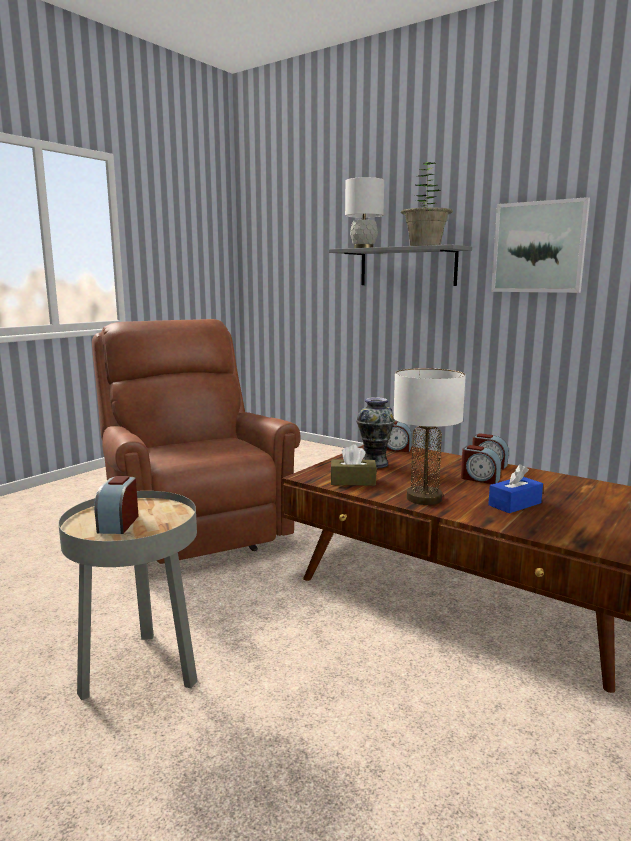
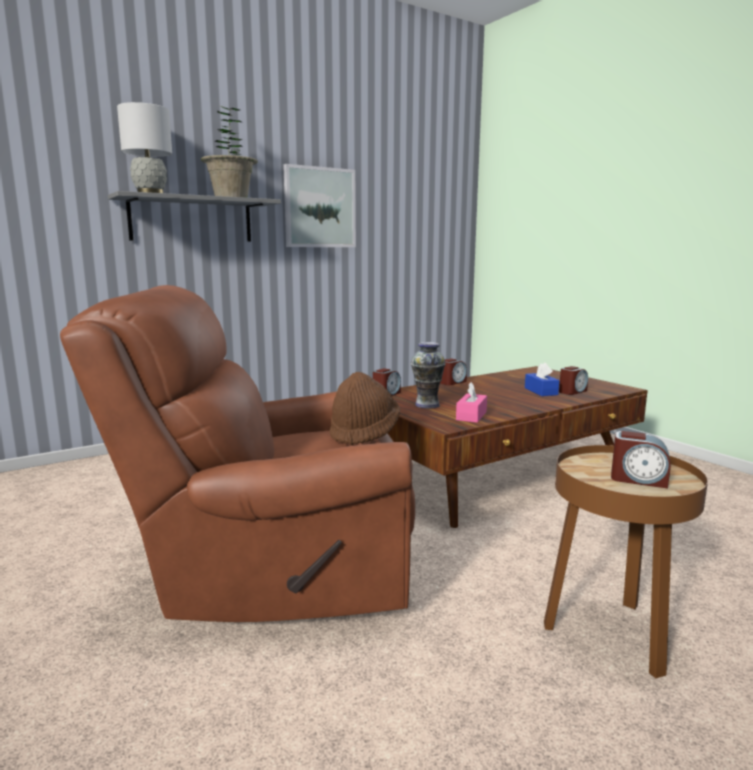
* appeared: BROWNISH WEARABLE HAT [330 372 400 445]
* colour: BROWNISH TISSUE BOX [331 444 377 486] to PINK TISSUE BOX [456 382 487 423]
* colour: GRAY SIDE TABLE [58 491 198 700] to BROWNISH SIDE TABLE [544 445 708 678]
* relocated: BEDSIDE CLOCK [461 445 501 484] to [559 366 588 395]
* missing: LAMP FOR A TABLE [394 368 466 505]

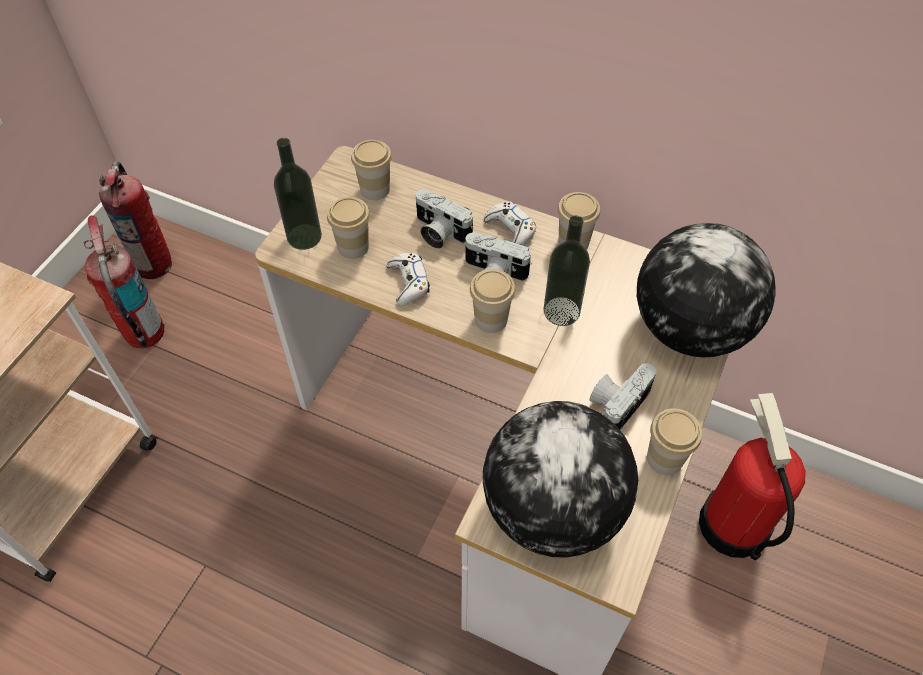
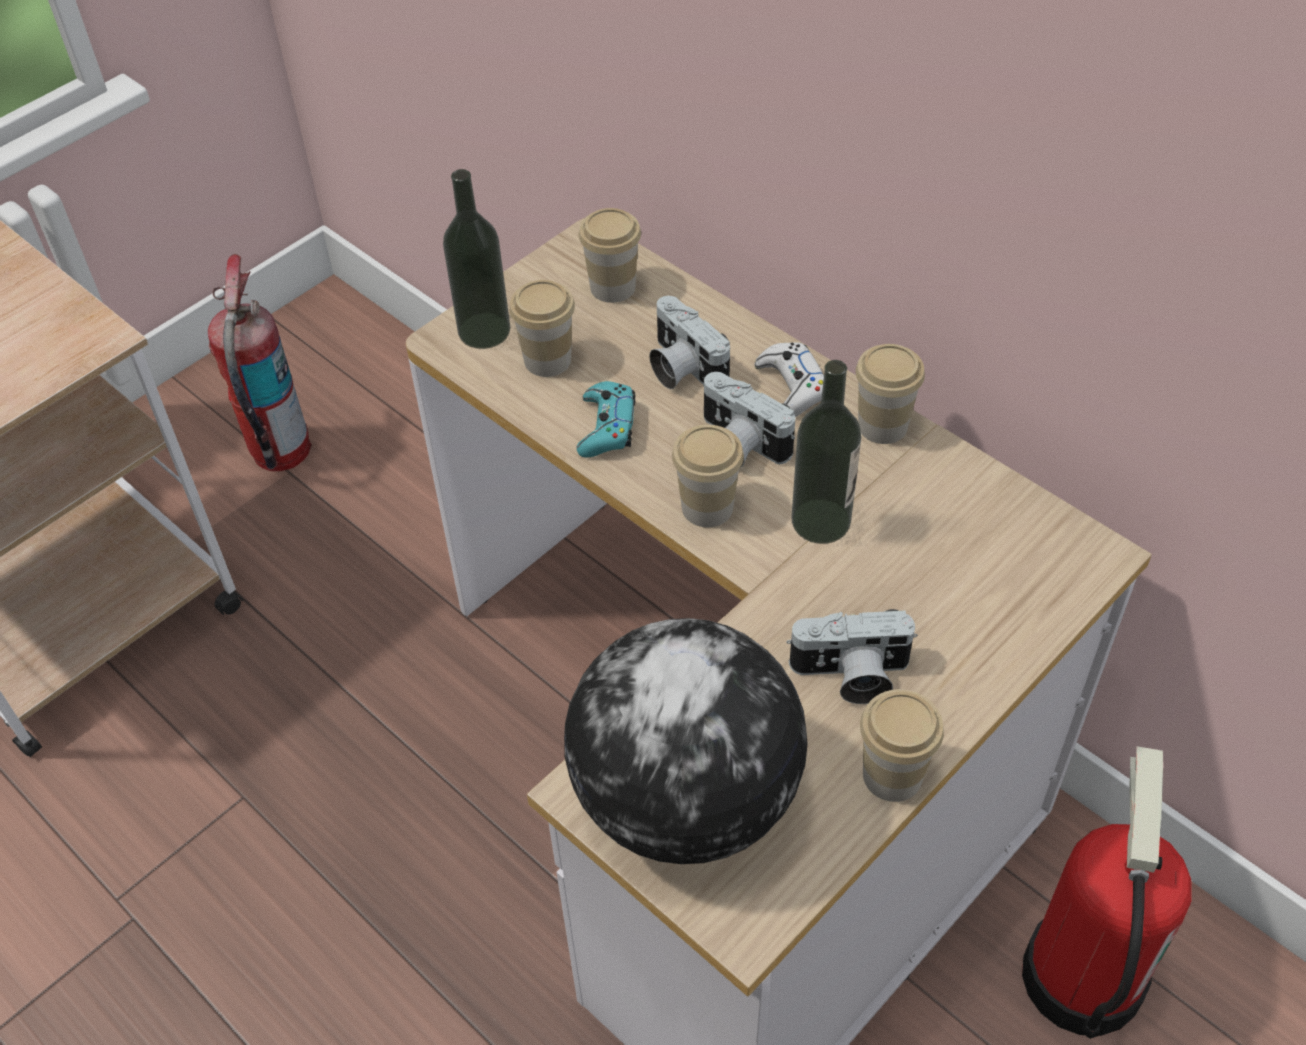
* colour: WHITE-COLOURED GAMEPAD [387 253 430 306] to TURQUOISE GAMEPAD [577 381 635 457]
* spun: STILL CAMERA [589 363 656 430] = [786 609 918 704] 150 degrees counterclockwise
* missing: EXTINGUISHER [99 161 172 279]
* missing: DESK GLOBE [637 223 776 358]

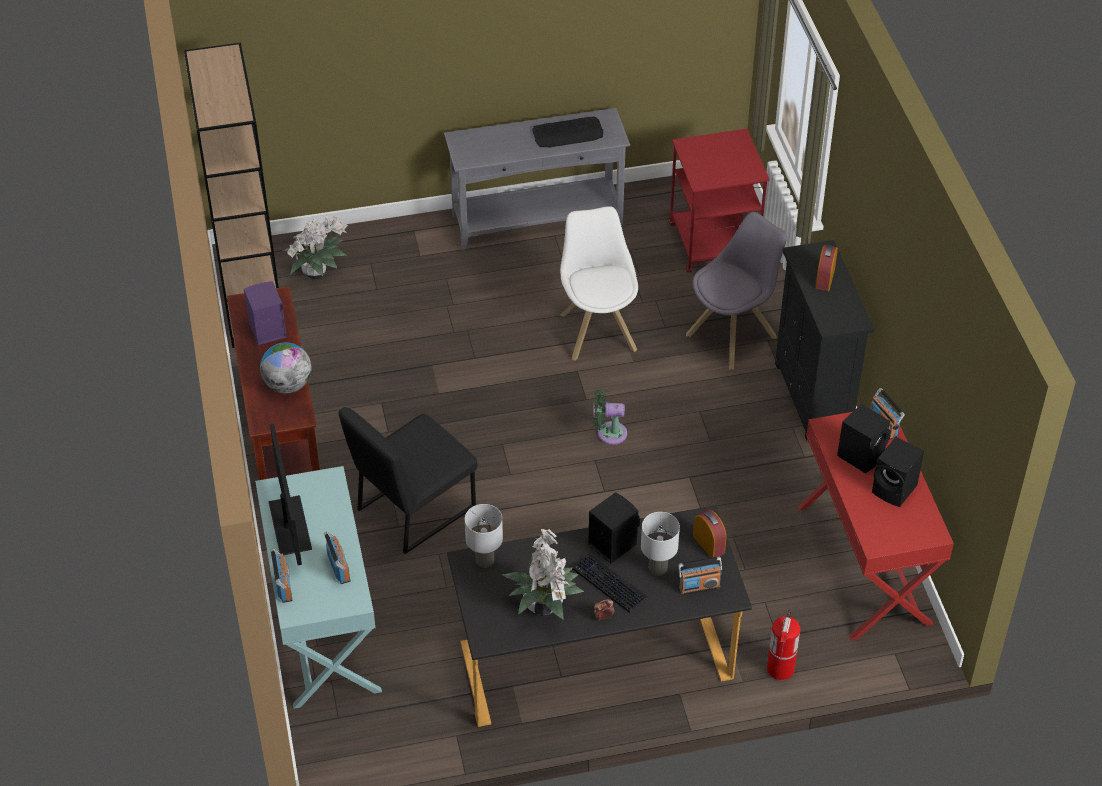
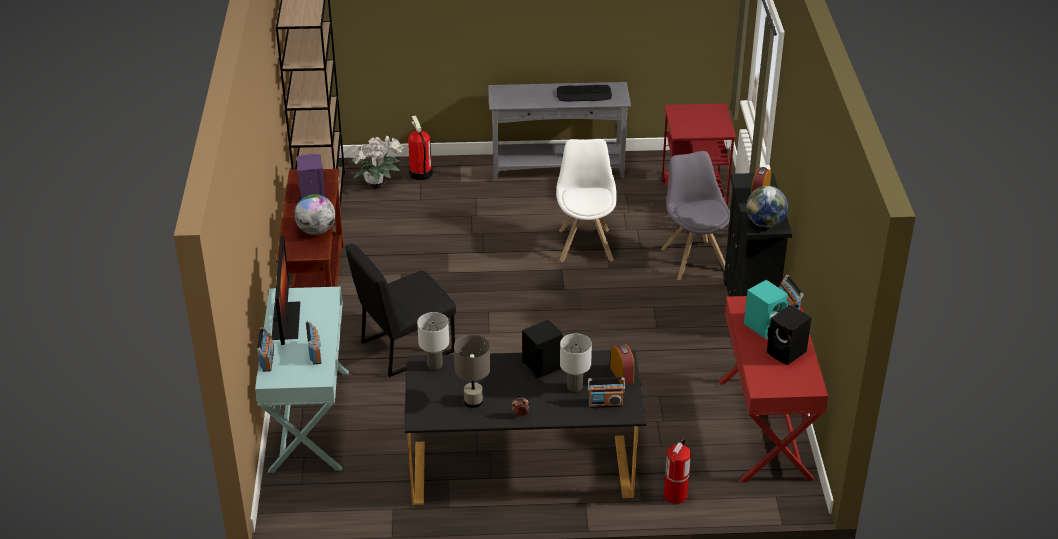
* appeared: EXTINGUISHER [408 115 433 180]
* exchanged: PLANT IN A POT [502 529 584 620] to GRAY LAMP FOR A TABLE [454 335 490 408]
* spun: GRAY PLAIN CHAIR [686 212 787 370] = [661 151 730 281] 75 degrees counterclockwise
* colour: BLACKISH LOUDSPEAKER [837 404 891 474] to TURQUOISE LOUDSPEAKER [744 280 788 339]
* appeared: DESK GLOBE [746 186 788 228]
* missing: PC KEYBOARD [572 553 648 613]
* missing: GREEN FAN [593 389 627 445]

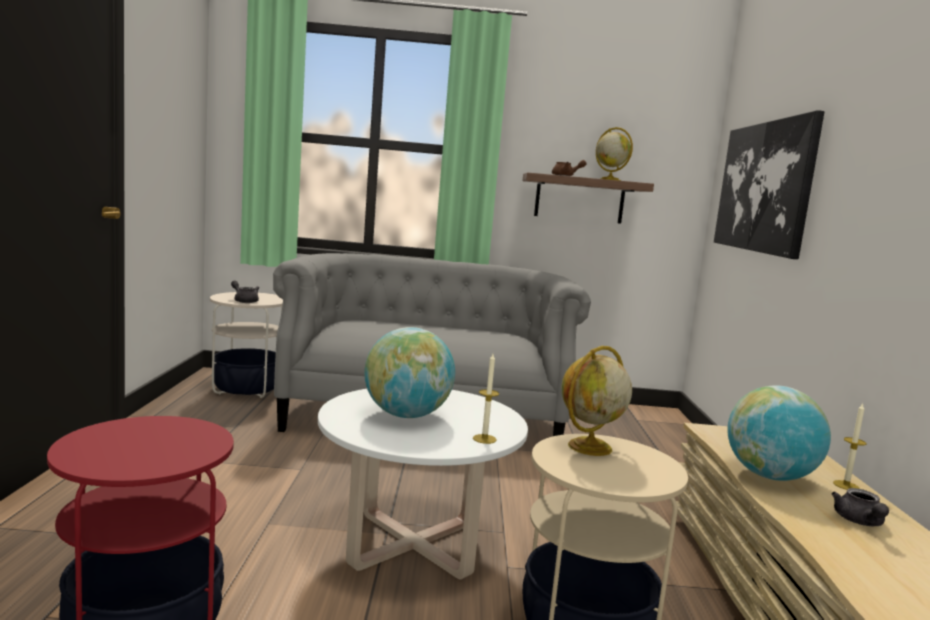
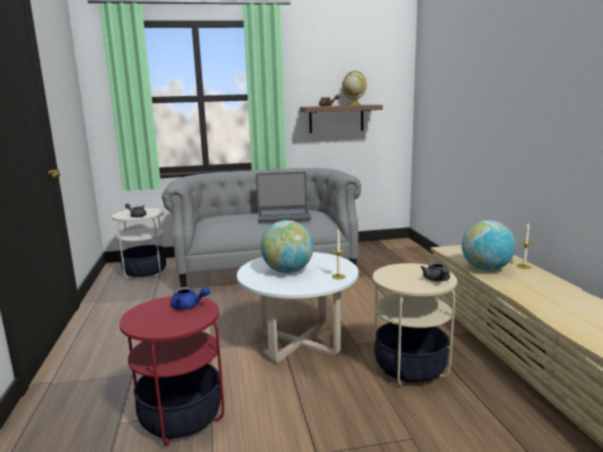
* appeared: BLUE POT FOR TEA [171 287 210 310]
* appeared: NOTEBOOK COMPUTER [256 172 311 223]
* relocated: GRAY POT FOR TEA [832 488 889 526] to [421 262 450 282]
* missing: DESK GLOBE [562 346 632 456]
* missing: WALL PICTURE [714 110 824 259]

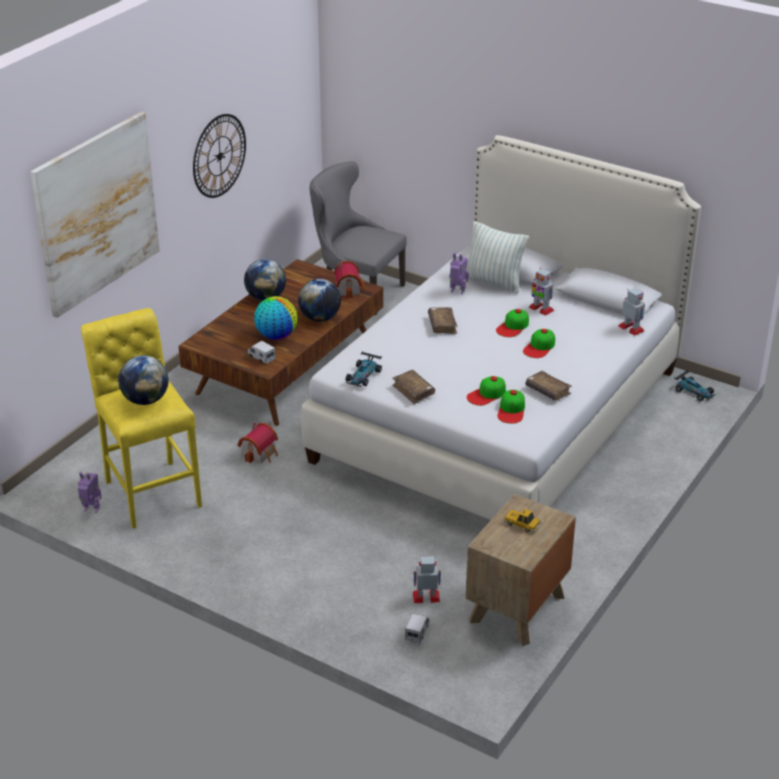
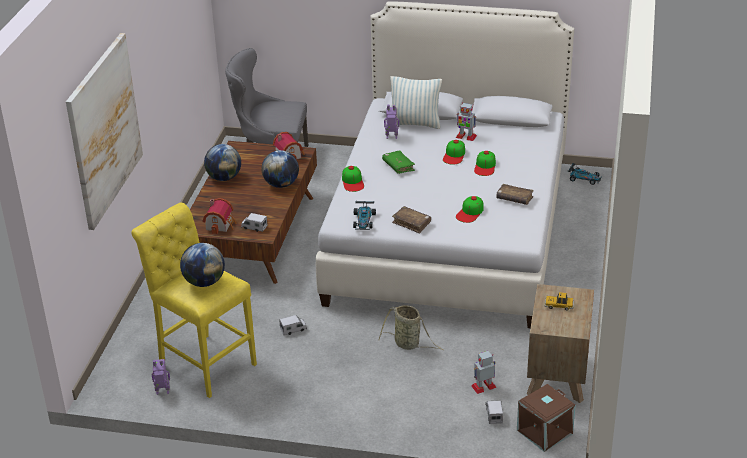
* relocated: TOY HOUSE [238 422 278 463] to [203 198 237 234]
* appeared: MODEL TRUCK [279 315 307 335]
* relocated: BASEBALL CAP [497 390 525 424] to [342 166 364 192]
* appeared: BASKET [379 305 444 350]
* colour: BROWNISH BOUND BOOK [428 307 458 334] to GREEN BOUND BOOK [382 150 415 174]
* appeared: BROWNISH STORAGE BOX [517 384 576 452]
* missing: WALL CLOCK [193 114 246 198]
* missing: DESK GLOBE [254 296 298 340]
* missing: ROBOT FIGURE [619 288 645 336]

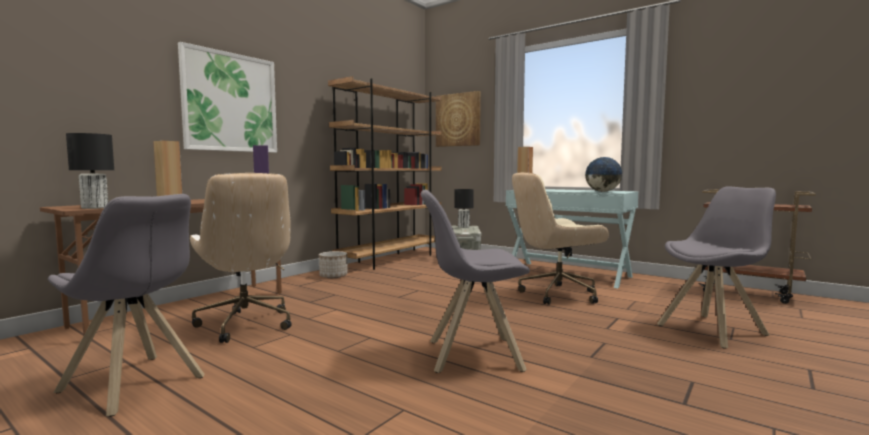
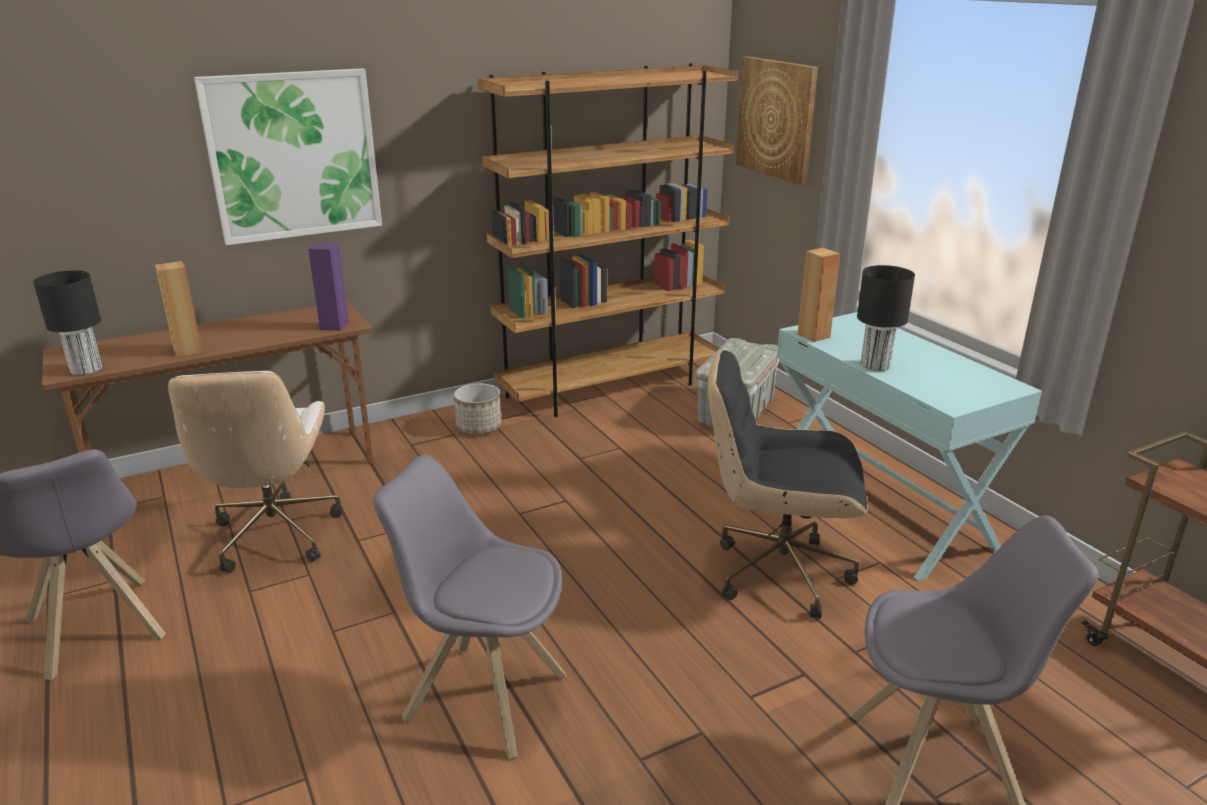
* colour: BEIGE COMPUTER CHAIR [512 172 609 305] to BLACKISH COMPUTER CHAIR [708 349 868 618]
* relocated: BLACKISH LAMP FOR A TABLE [454 189 474 228] to [857 265 915 371]
* missing: DESK GLOBE [585 157 622 192]

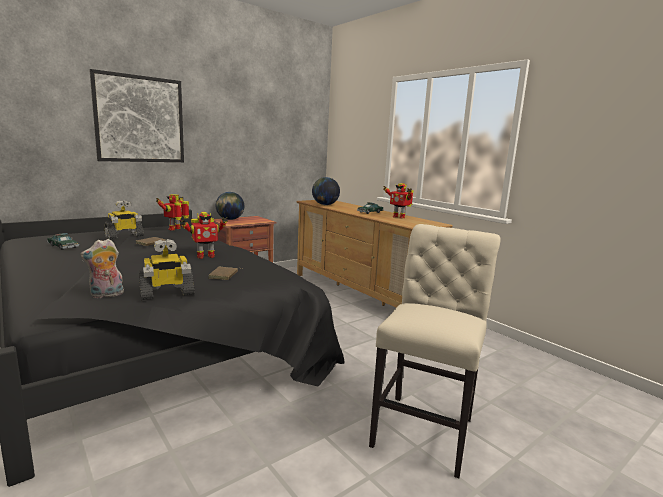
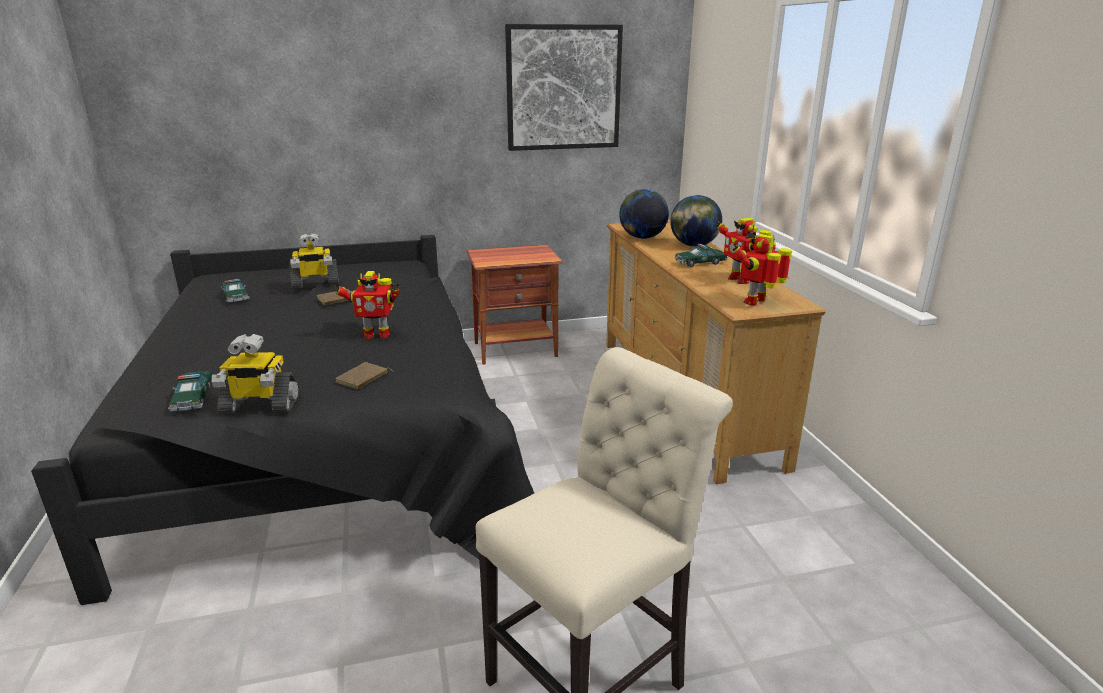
* exchanged: SOFT TOY [80 239 124 298] to MODEL CAR [168 371 212 411]
* relocated: WALL PICTURE [89 69 184 162] to [505 24 623 151]
* relocated: DESK GLOBE [216 192 244 220] to [670 195 722 246]
* relocated: ROBOT FIGURE [156 194 189 231] to [733 234 792 305]

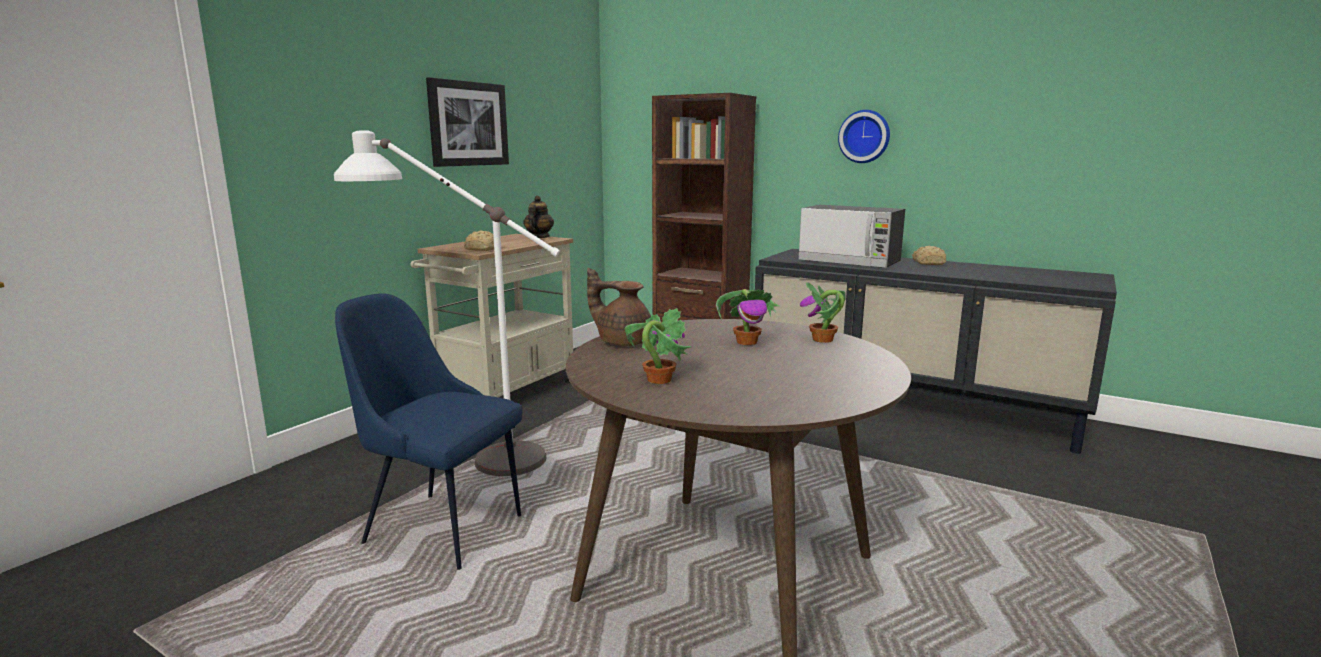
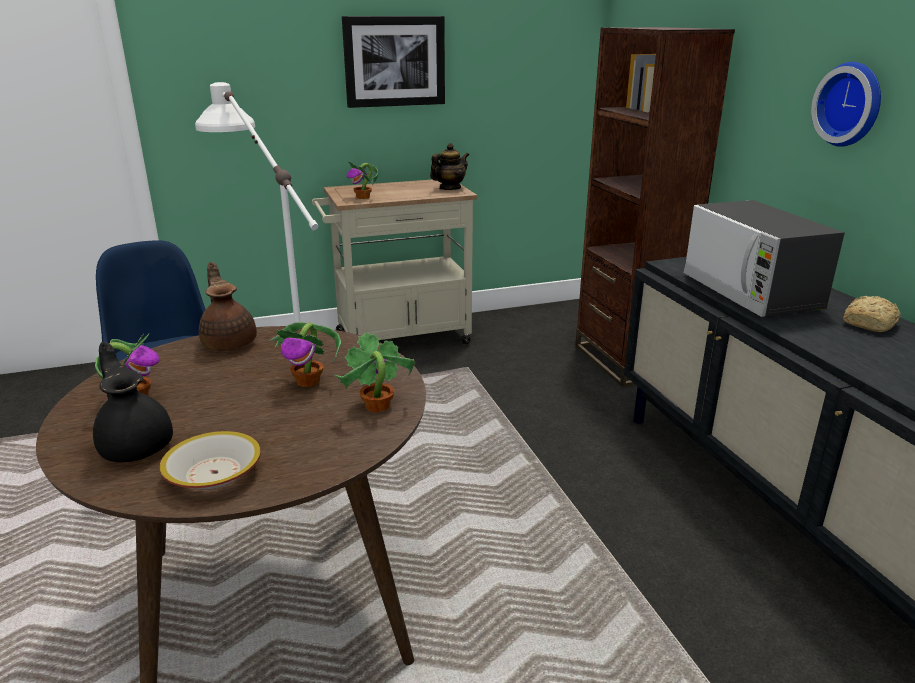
* appeared: BLACKISH POT FOR TEA [93 342 173 462]
* appeared: SERVING BOWL [160 431 261 490]
* exchanged: BAKED BREAD [464 230 494 251] to PLANT IN A POT [346 162 378 199]

